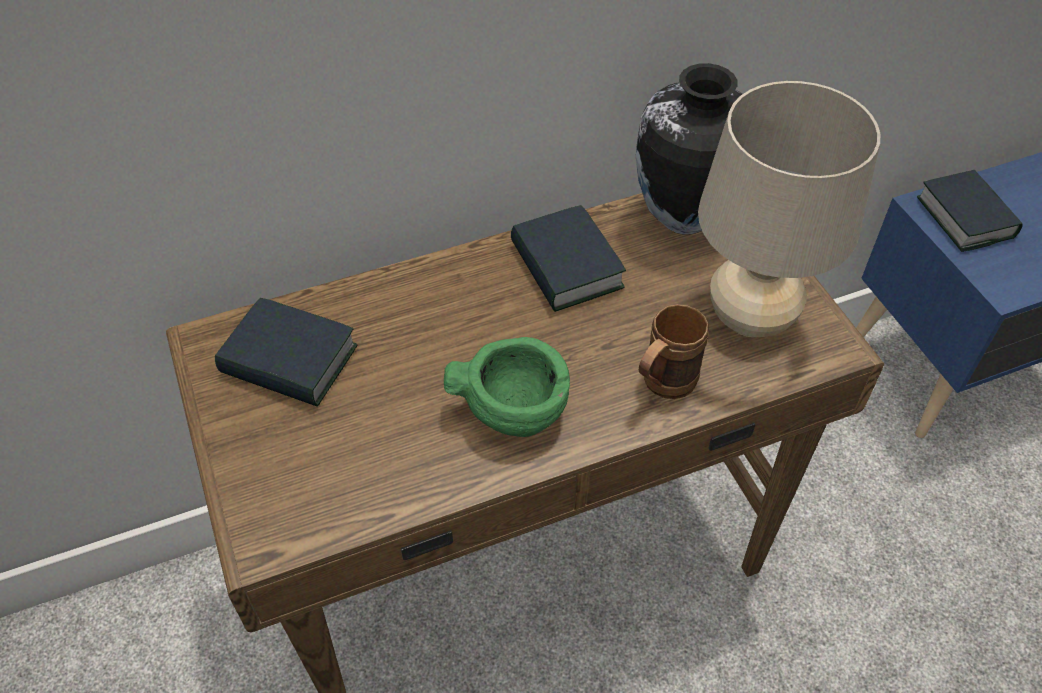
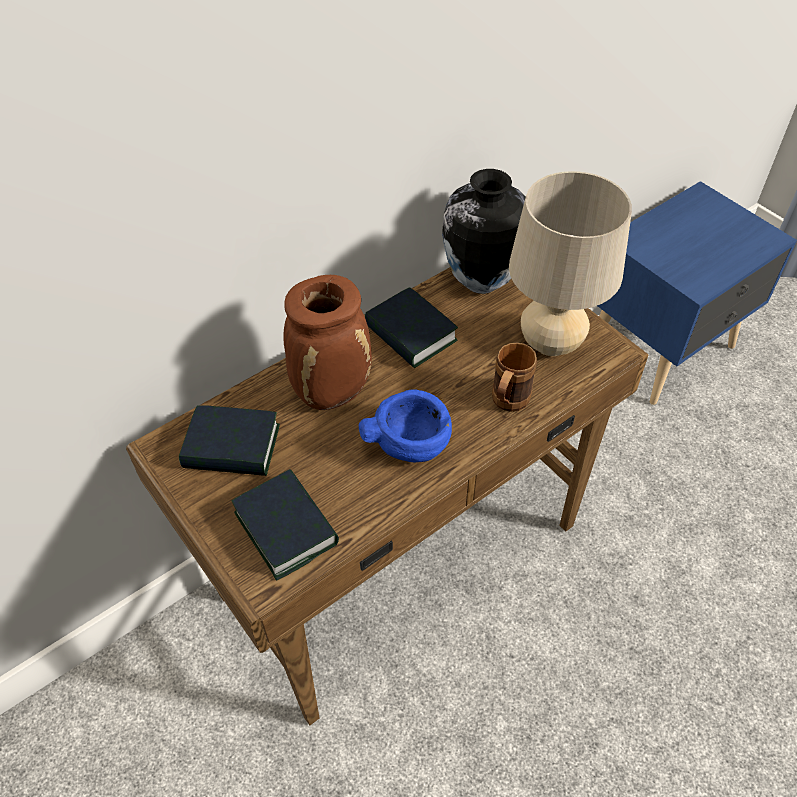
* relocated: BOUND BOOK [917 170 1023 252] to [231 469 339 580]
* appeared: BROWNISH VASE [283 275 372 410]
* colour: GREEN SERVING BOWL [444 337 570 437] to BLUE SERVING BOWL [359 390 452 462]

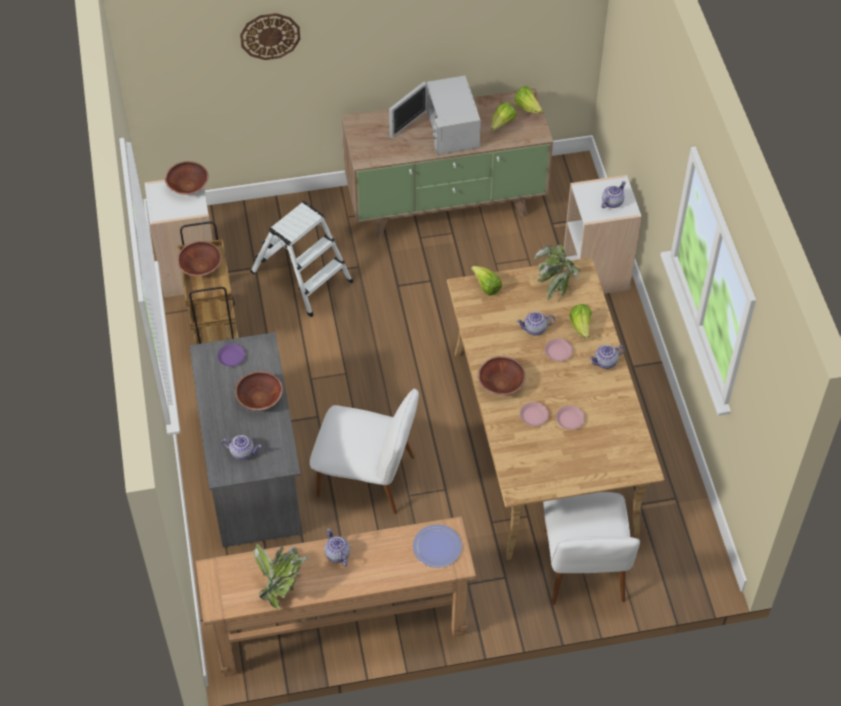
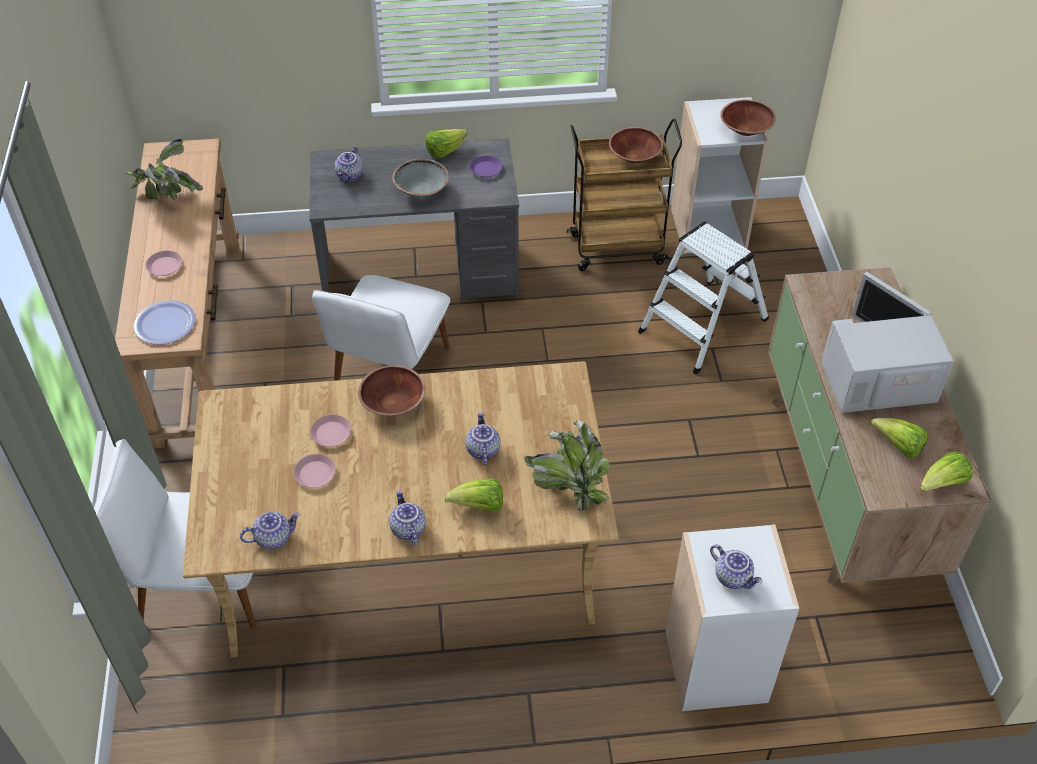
* relocated: PINK PLATE [545 339 573 361] to [145 251 182 276]
* relocated: POT FOR TEA [324 528 350 567] to [240 512 300 550]
* colour: BROWNISH SERVING BOWL [235 371 283 410] to GRAY SERVING BOWL [392 158 449 197]
* relocated: LETTUCE [471 266 502 296] to [425 129 467 159]
* missing: WALL CLOCK [240 13 300 60]

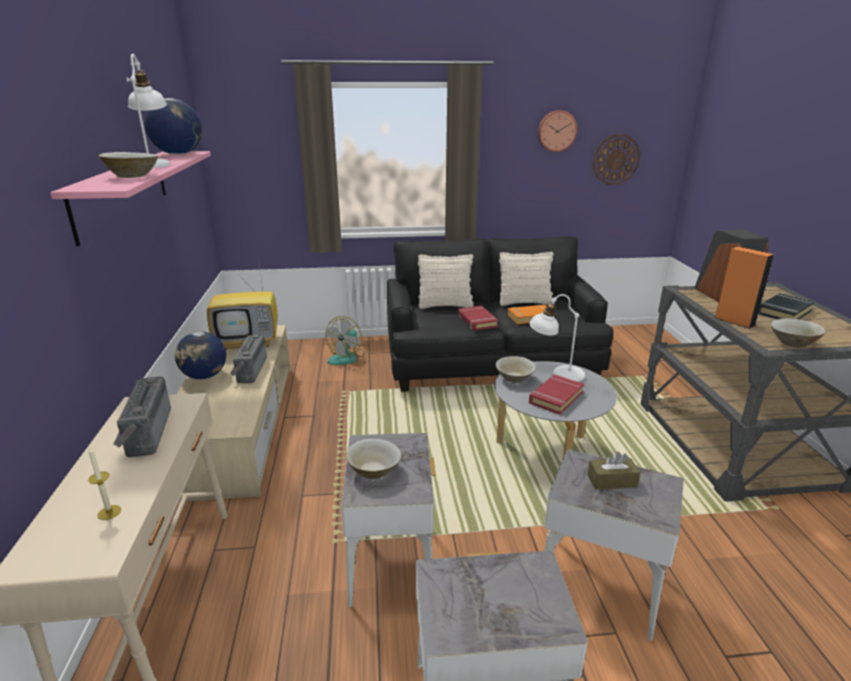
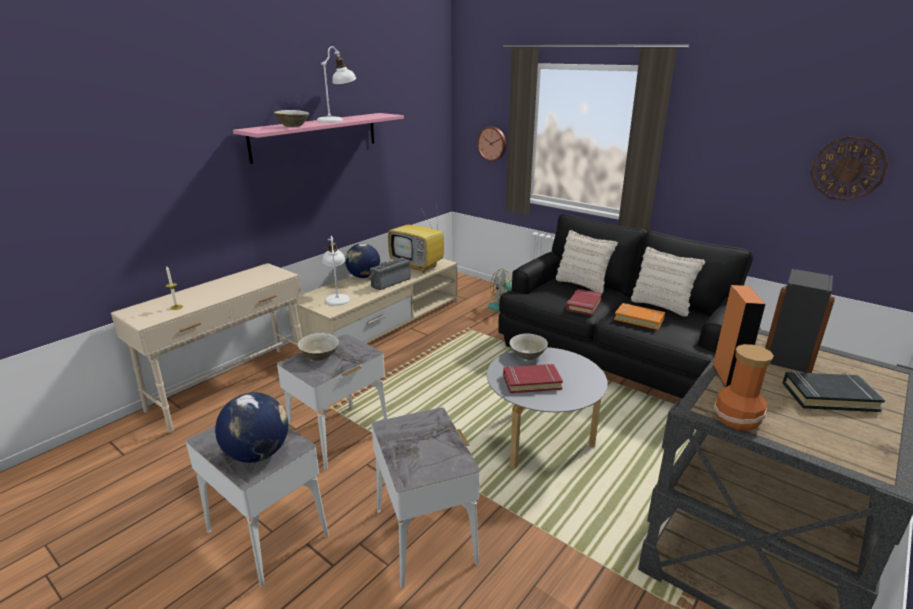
* relocated: DESK GLOBE [144 98 202 155] to [215 392 288 463]
* relocated: WHITE-COLOURED LAMP FOR A TABLE [529 294 585 382] to [322 236 350 306]
* relocated: WALL CLOCK [538 110 577 152] to [477 126 506 161]
* exchanged: BEIGE SERVING BOWL [771 318 826 348] to VASE [714 344 774 431]
* missing: RADIO RECEIVER [113 376 171 457]
* missing: BROWNISH TISSUE BOX [587 452 640 489]

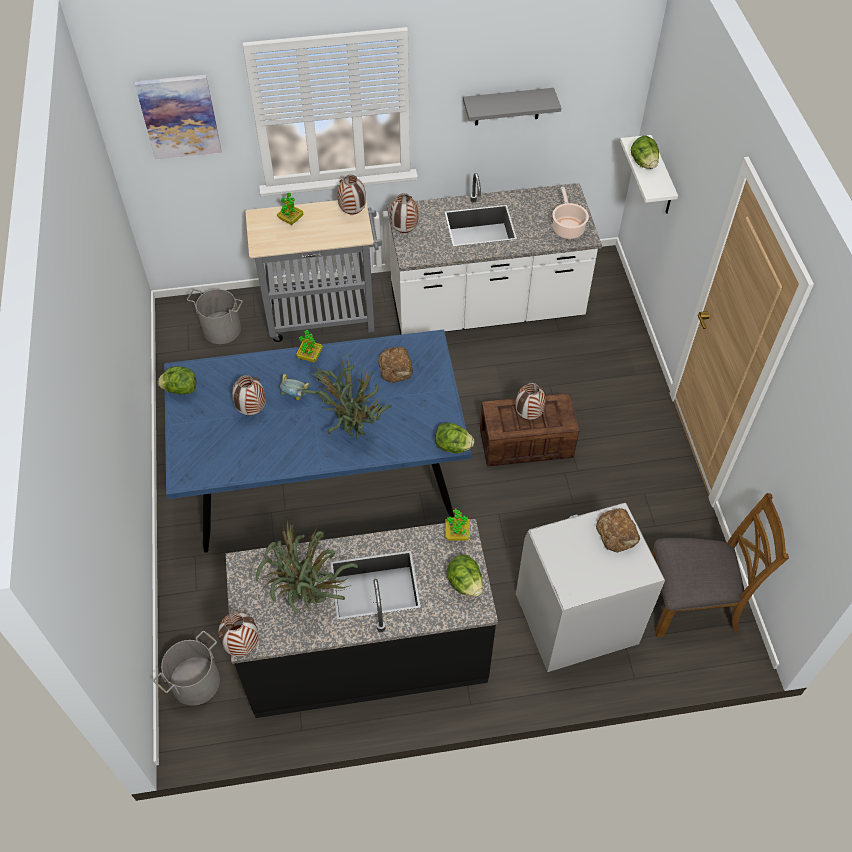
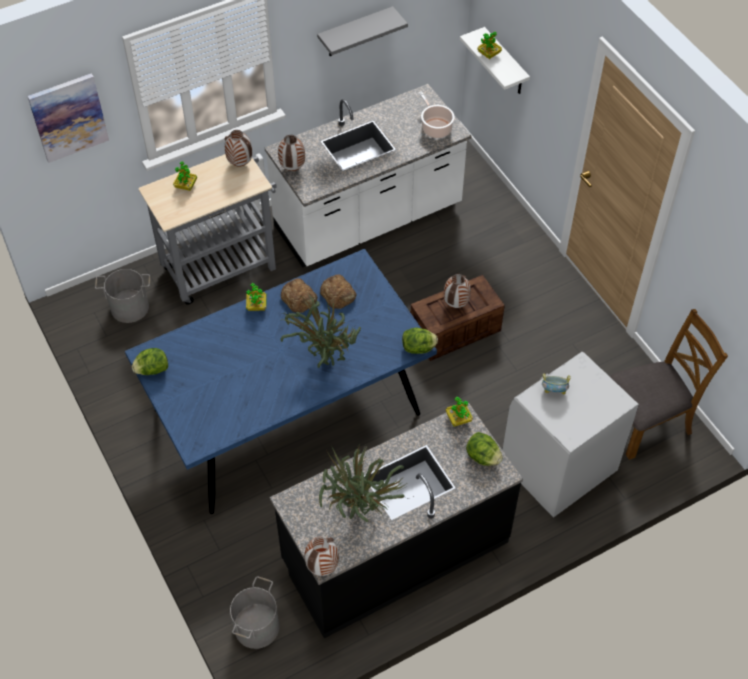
* relocated: BAKED BREAD [596 508 640 553] to [281 278 318 313]
* exchanged: LETTUCE [631 135 659 169] to PLANT IN A POT [478 32 502 59]
* relocated: SERVING BOWL [280 374 309 400] to [542 373 571 394]
* missing: VASE [232 375 266 415]

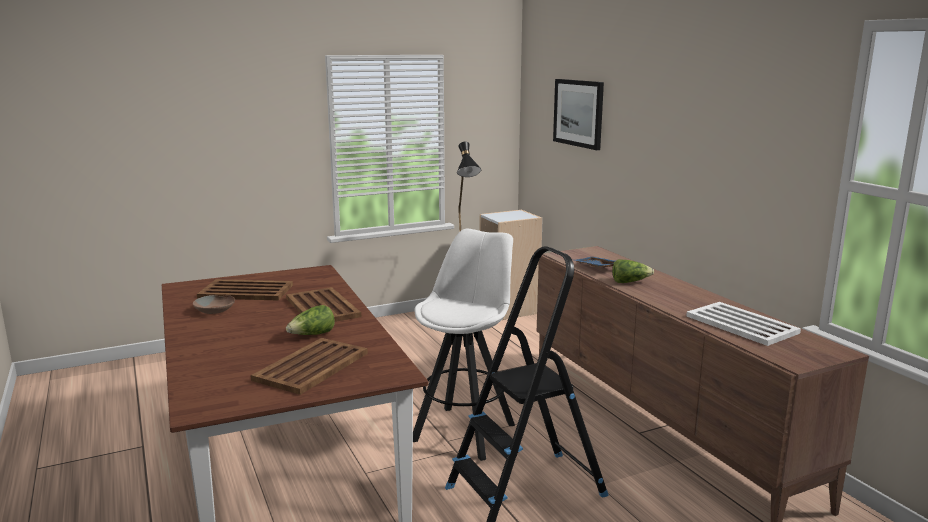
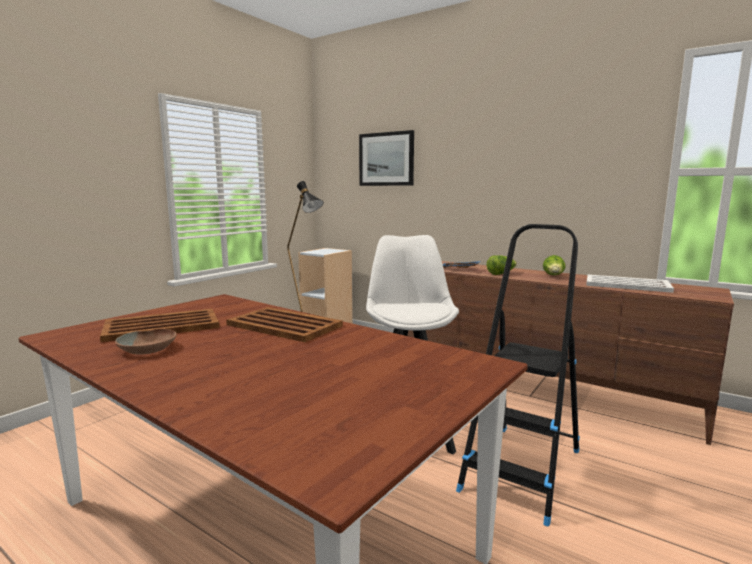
* relocated: LETTUCE [286 305 335 335] to [543 255 566 275]
* missing: BROWNISH TRAY [251 338 368 395]

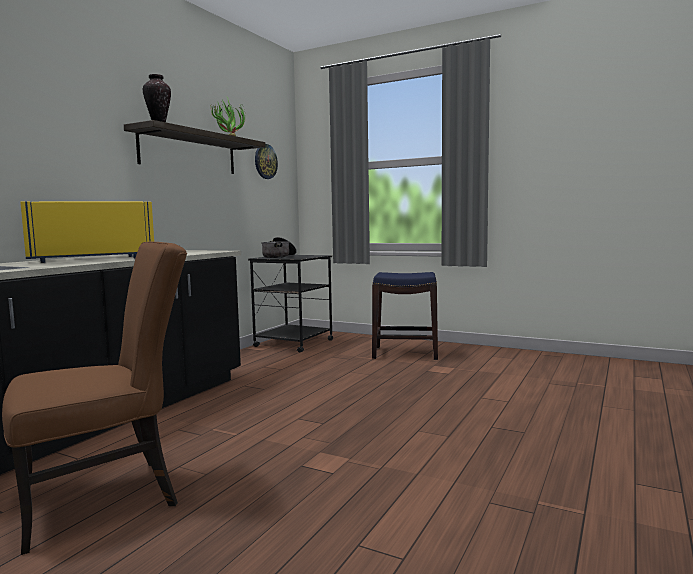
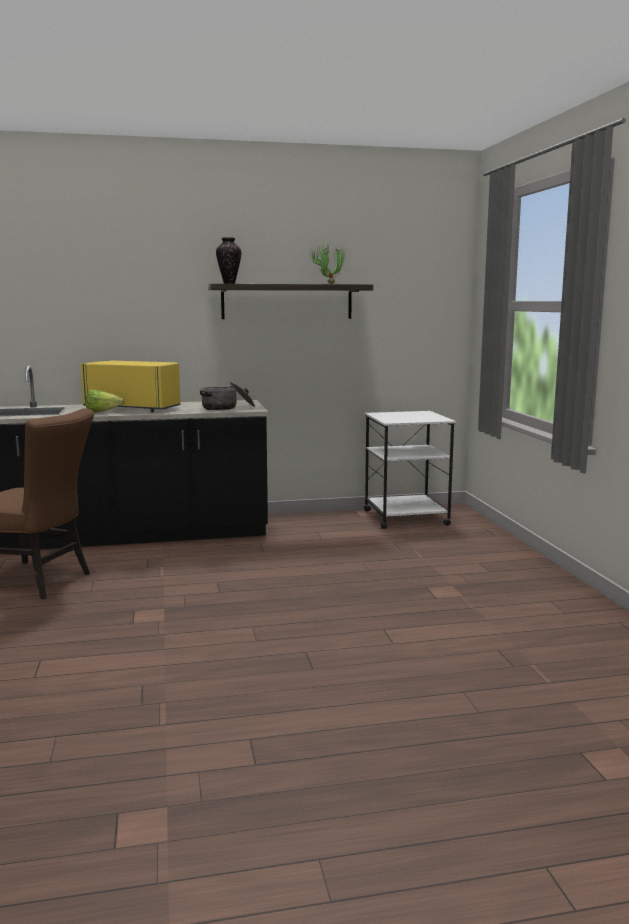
* appeared: LETTUCE [86 389 125 413]
* relocated: COOKING POT [261 237 297 258] to [200 382 255 410]
* colour: BLACKISH CART [248 255 333 353] to WHITE-COLOURED CART [364 411 456 529]
* missing: WALL CLOCK [255 144 278 179]
* missing: STOOL SEAT [372 272 438 360]

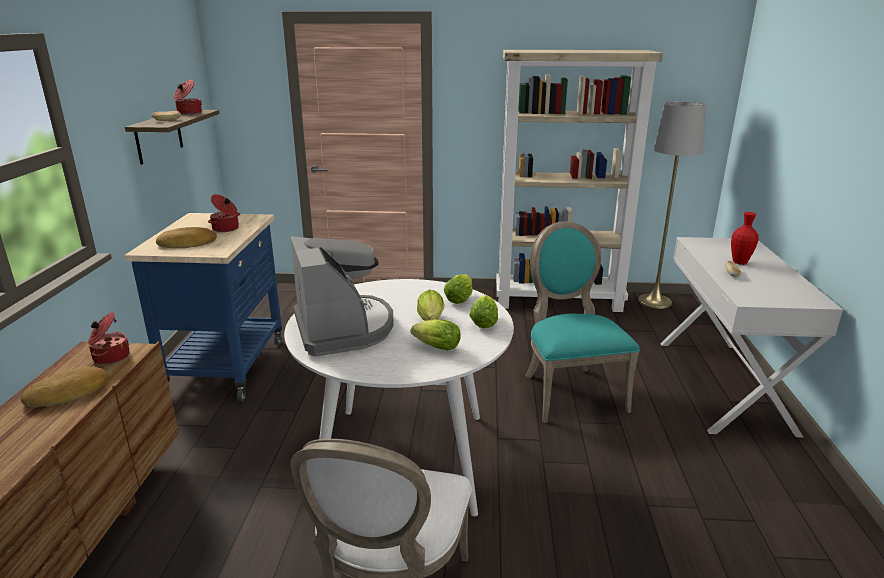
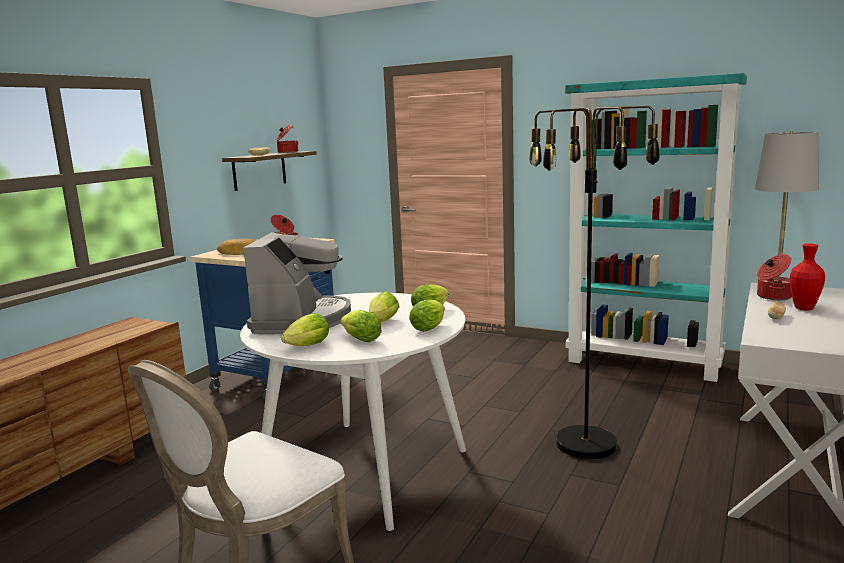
* appeared: LETTUCE [281 313 329 346]
* exchanged: TURQUOISE PLAIN CHAIR [525 222 640 423] to STANDARD LAMP [530 106 659 459]
* colour: BEIGE SHELVING UNIT [496 50 663 312] to TURQUOISE SHELVING UNIT [565 73 747 382]
* relocated: COOKING POT [88 312 130 365] to [757 254 792 300]
* missing: BAKED BREAD [21 366 109 407]

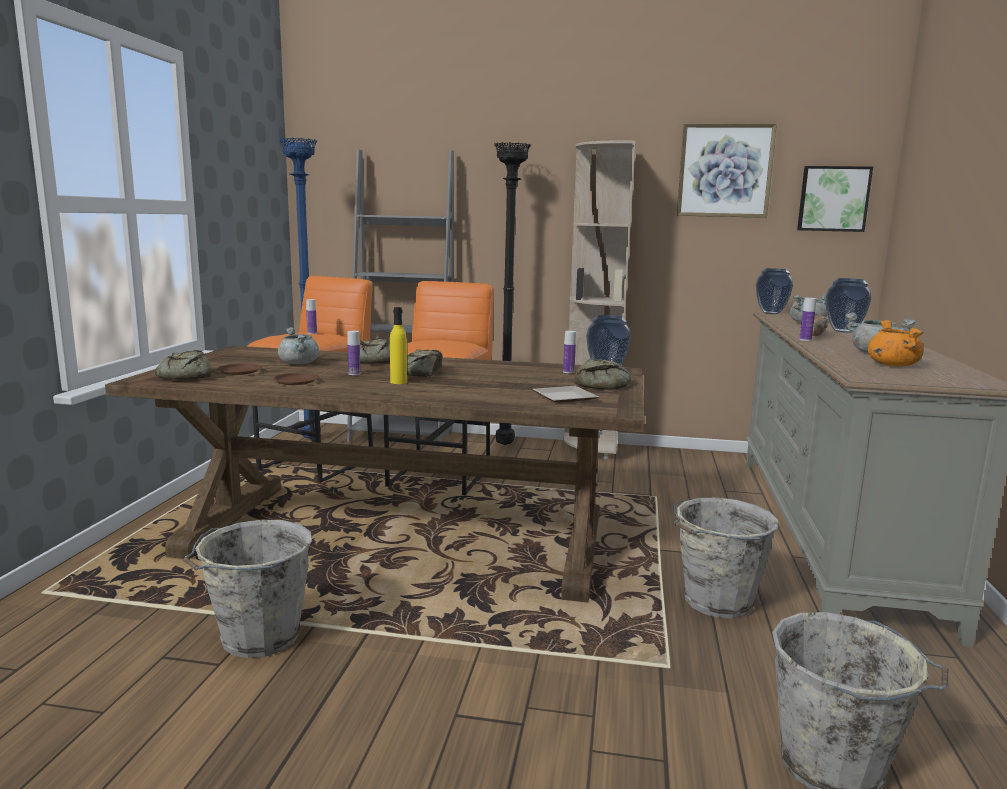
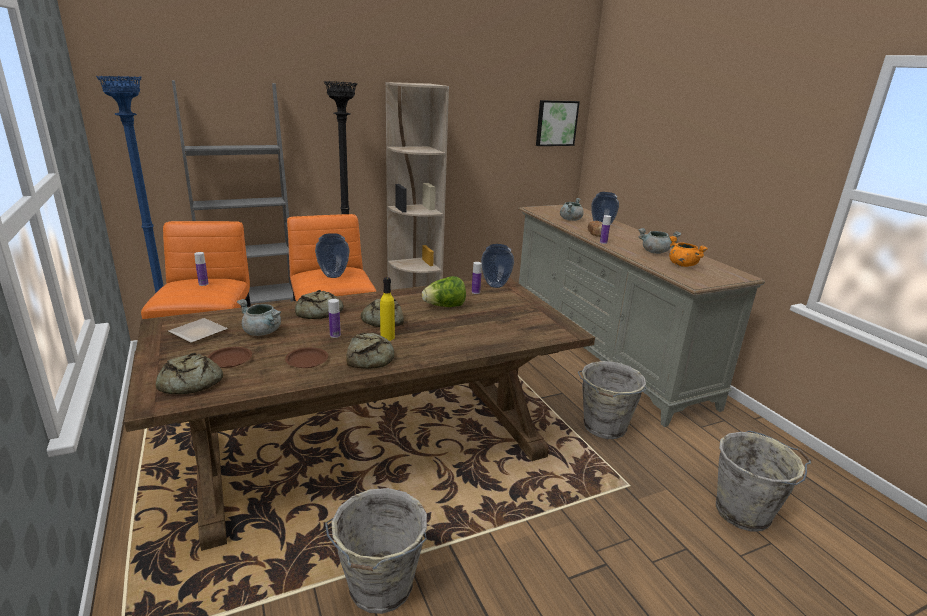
* relocated: PLATE [532 386 598 403] to [168 318 228 343]
* relocated: VASE [756 268 793 314] to [315 233 350 278]
* relocated: BAKED BREAD [574 359 631 390] to [346 333 394 369]
* appeared: LETTUCE [422 276 466 307]
* missing: WALL PICTURE [677 124 777 218]

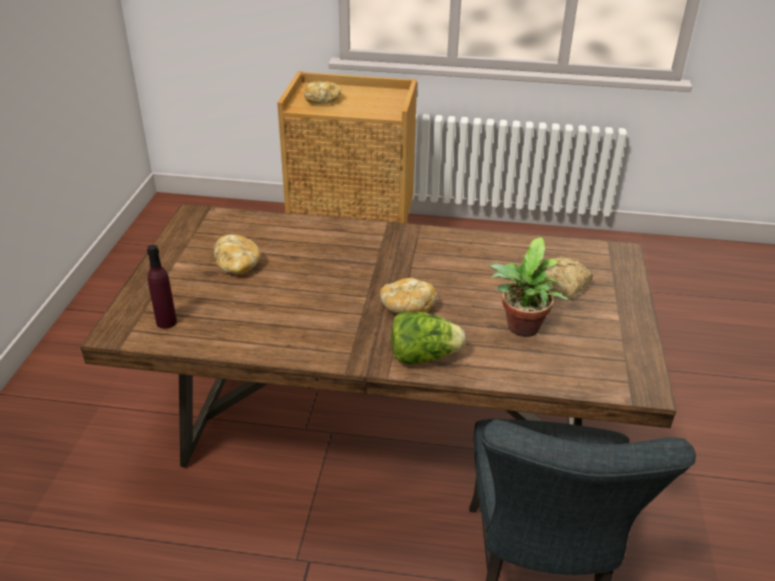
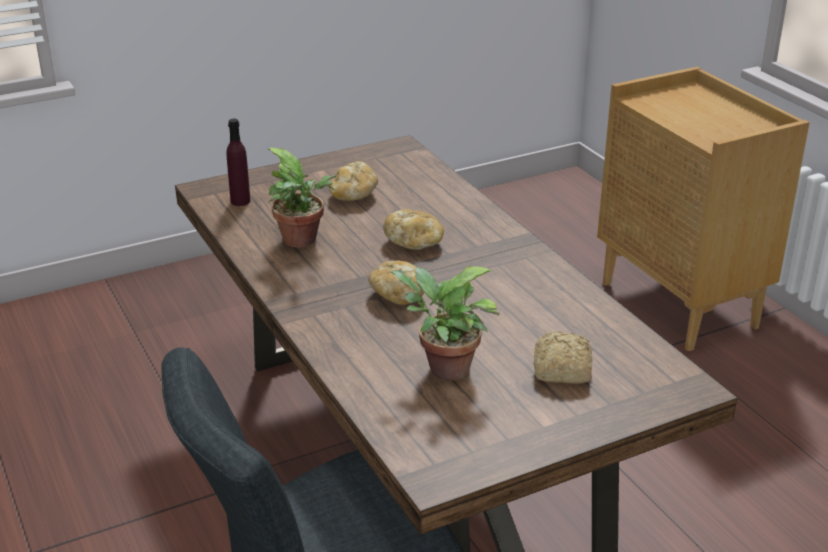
* appeared: PLANT IN A POT [268 147 336 248]
* relocated: BAKED BREAD [304 81 341 104] to [383 209 444 250]
* missing: LETTUCE [391 312 465 364]

